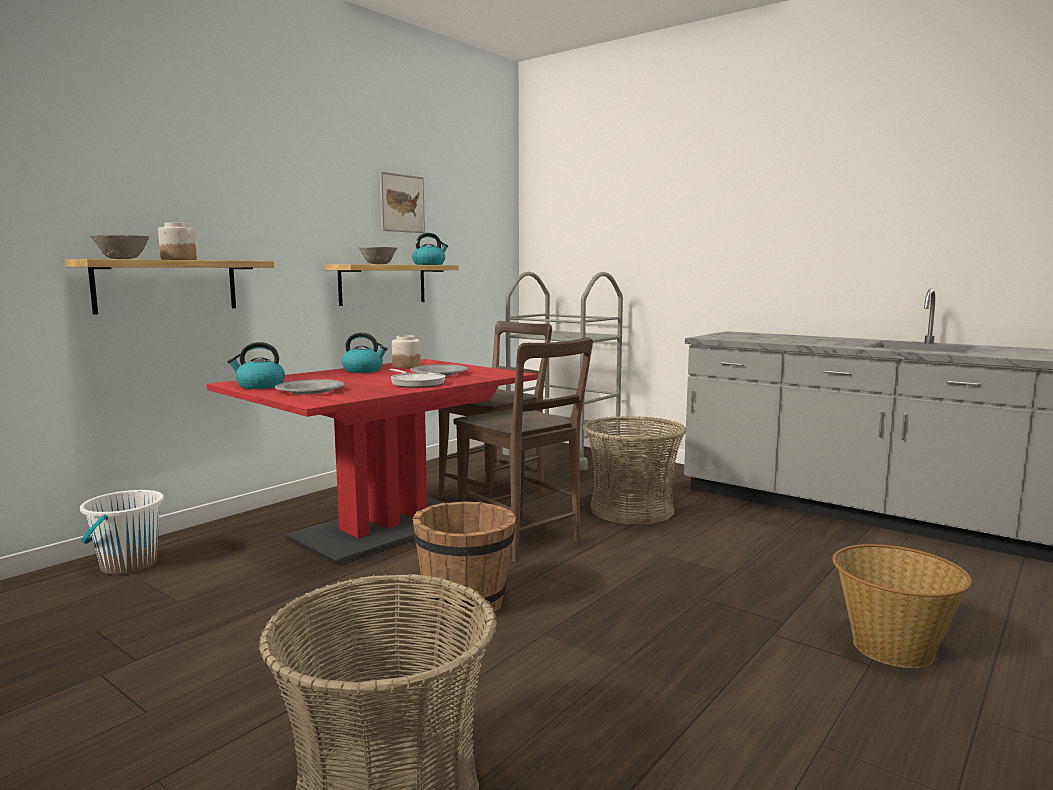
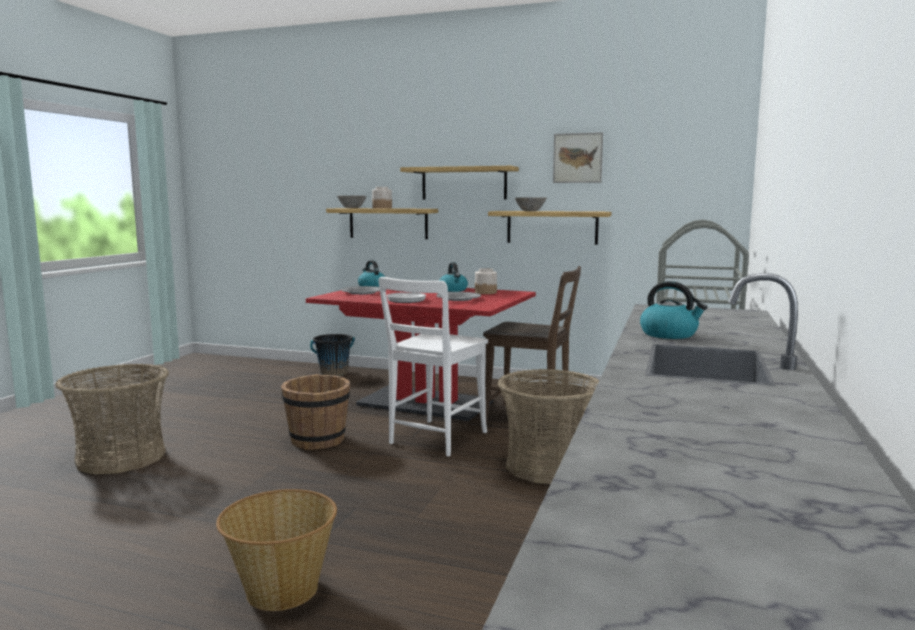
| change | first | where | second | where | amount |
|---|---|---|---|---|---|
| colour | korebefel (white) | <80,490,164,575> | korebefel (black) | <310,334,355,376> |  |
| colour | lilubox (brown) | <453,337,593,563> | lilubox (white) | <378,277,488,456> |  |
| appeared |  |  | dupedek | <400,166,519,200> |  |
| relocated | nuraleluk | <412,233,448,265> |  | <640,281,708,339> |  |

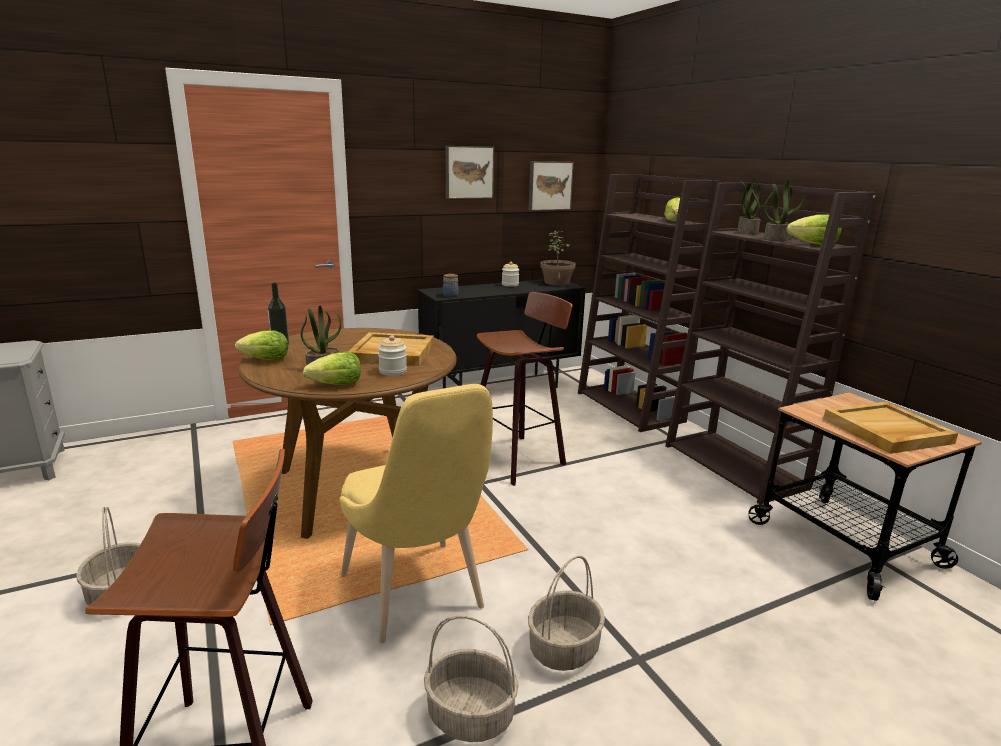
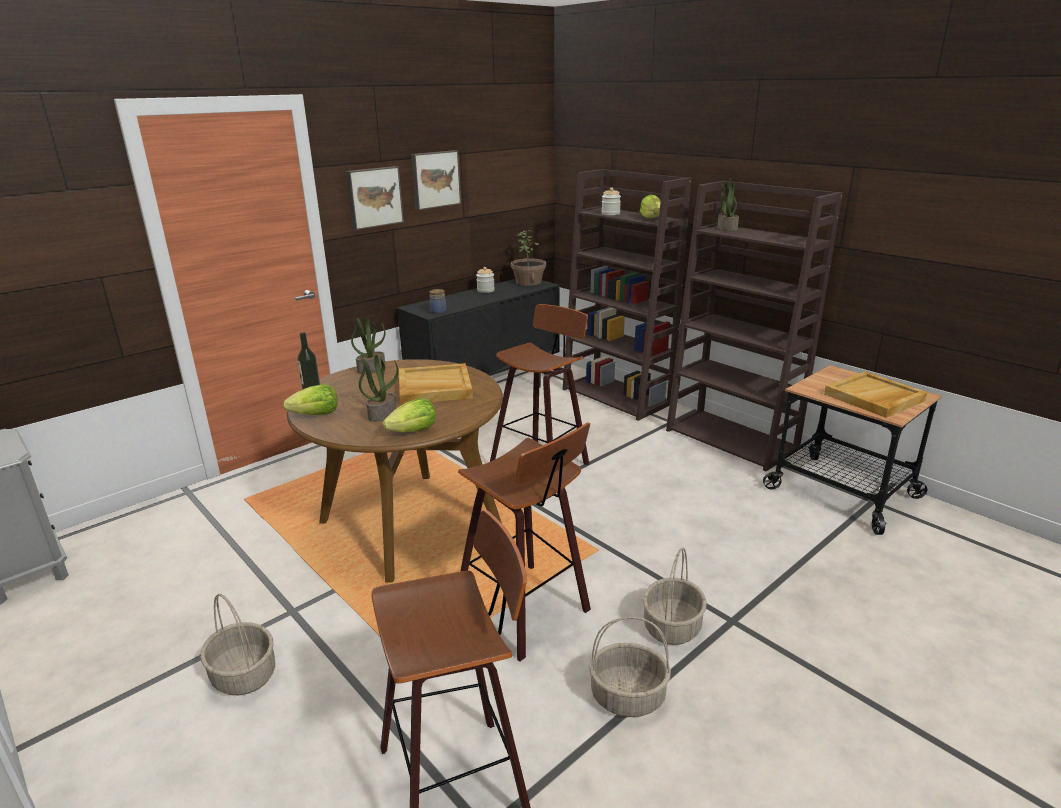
| change | first | where | second | where | amount |
|---|---|---|---|---|---|
| relocated | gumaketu | <529,161,574,211> |  | <346,166,404,230> |  |
| relocated | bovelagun | <764,180,805,241> |  | <351,317,386,374> |  |
| exchanged | lilubox (yellow) | <340,384,493,643> | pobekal | <458,422,591,662> |  |
| relocated | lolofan | <378,335,407,376> |  | <601,187,621,215> |  |
| missing | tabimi | <786,214,842,245> |  |  |  |

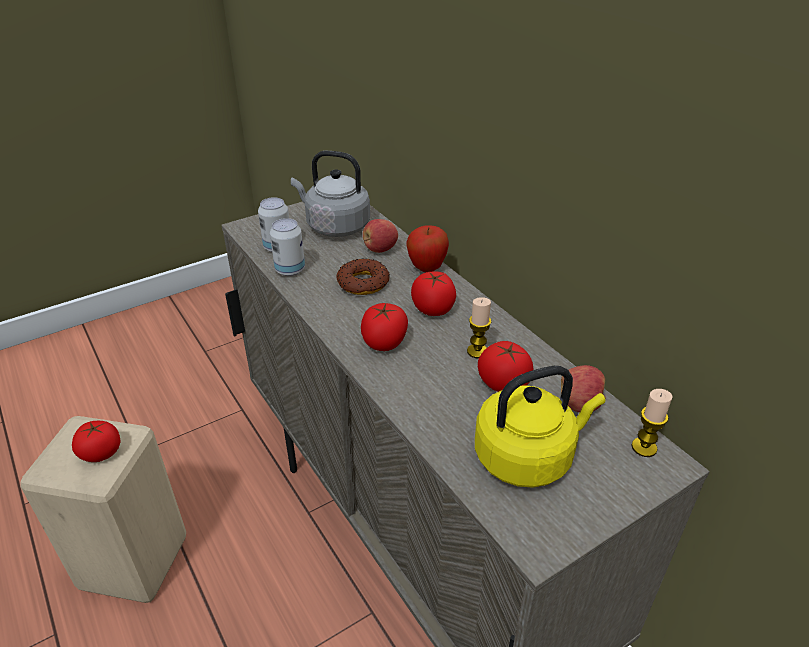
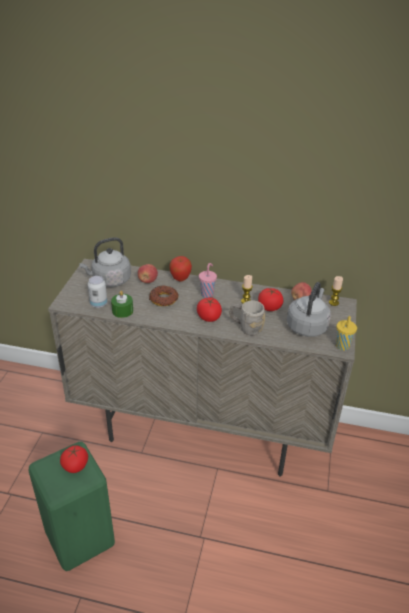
| change | first | where | second | where | amount |
|---|---|---|---|---|---|
| colour | pobekal (beige) | <20,416,186,603> | pobekal (green) | <29,441,115,571> |  |
| exchanged | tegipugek | <270,218,305,276> | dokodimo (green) | <111,291,133,318> |  |
| exchanged | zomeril | <411,271,456,316> | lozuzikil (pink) | <199,263,217,298> |  |
| appeared |  |  | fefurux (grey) | <229,300,265,335> |  |
| colour | nuraleluk (yellow) | <475,366,605,488> | nuraleluk (grey) | <287,282,331,337> |  |
| appeared |  |  | lozuzikil (yellow) | <336,316,357,351> |  |

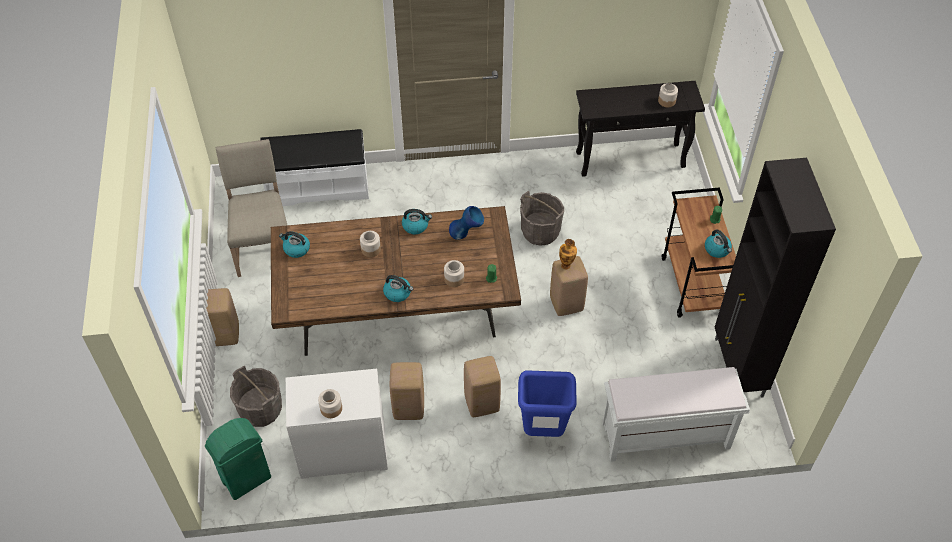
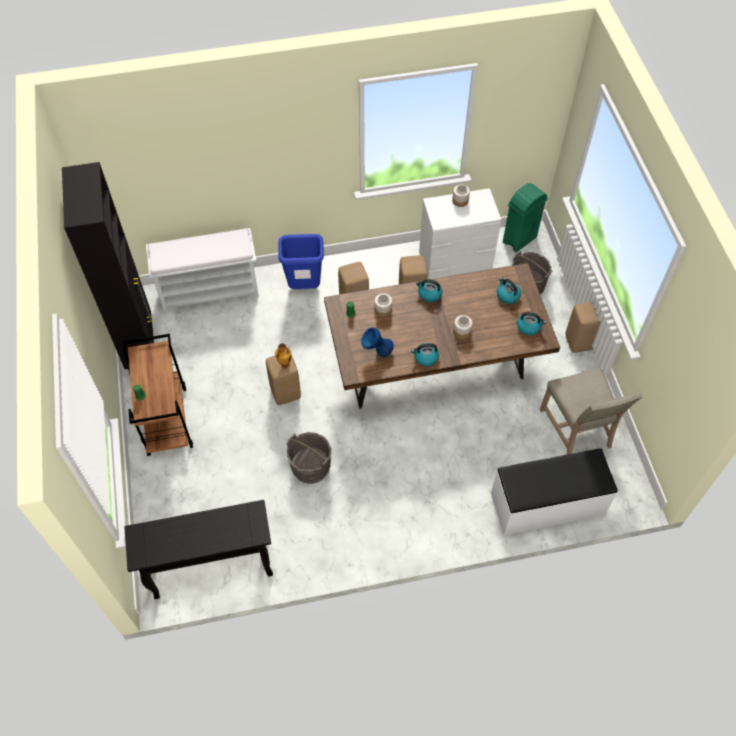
| change | first | where | second | where | amount |
|---|---|---|---|---|---|
| relocated | nuraleluk | <705,229,732,258> |  | <497,278,521,304> |  |
| missing | lolofan | <658,83,678,107> |  |  |  |

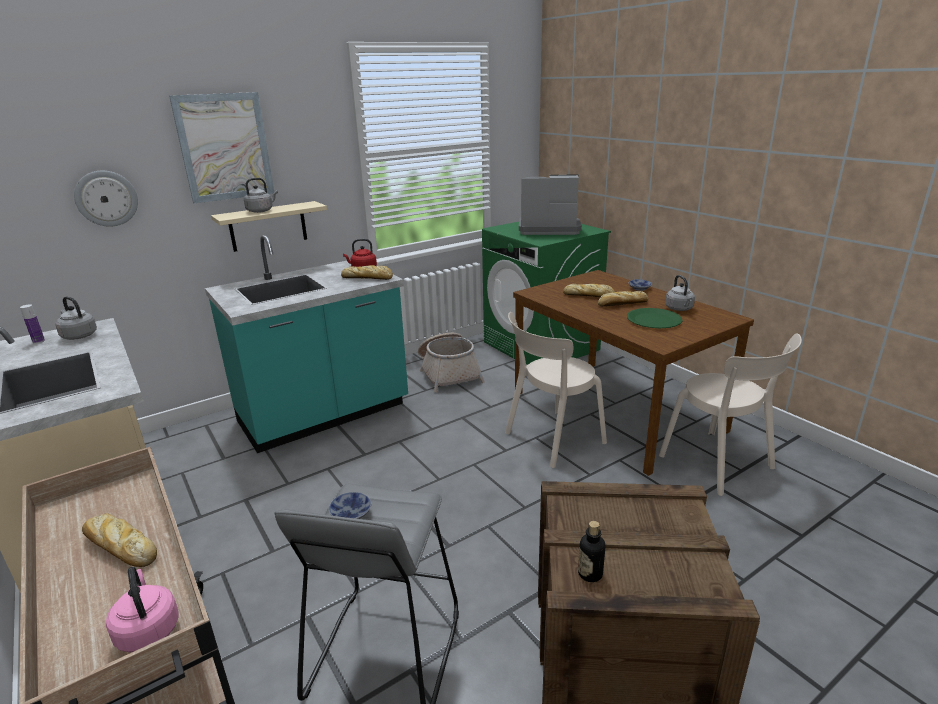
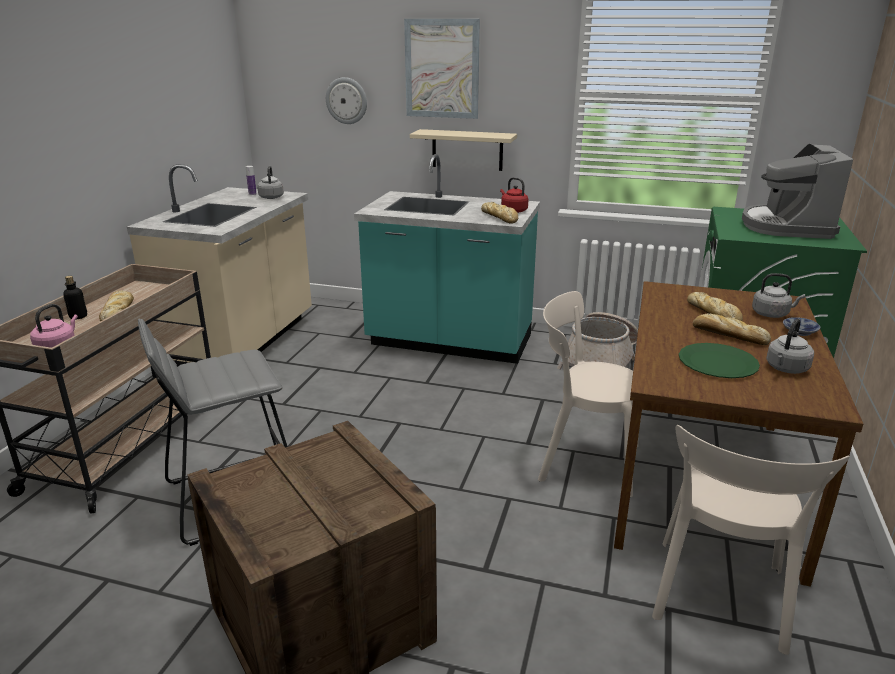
| change | first | where | second | where | amount |
|---|---|---|---|---|---|
| relocated | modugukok | <578,521,605,582> |  | <63,276,87,319> |  |
| spun | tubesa | <519,174,582,235> |  | <742,143,853,239> | 135 degrees counterclockwise |
| relocated | nuraleluk (grey) | <244,178,278,213> |  | <752,273,805,318> |  |
| missing | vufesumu | <329,492,371,519> |  |  |  |

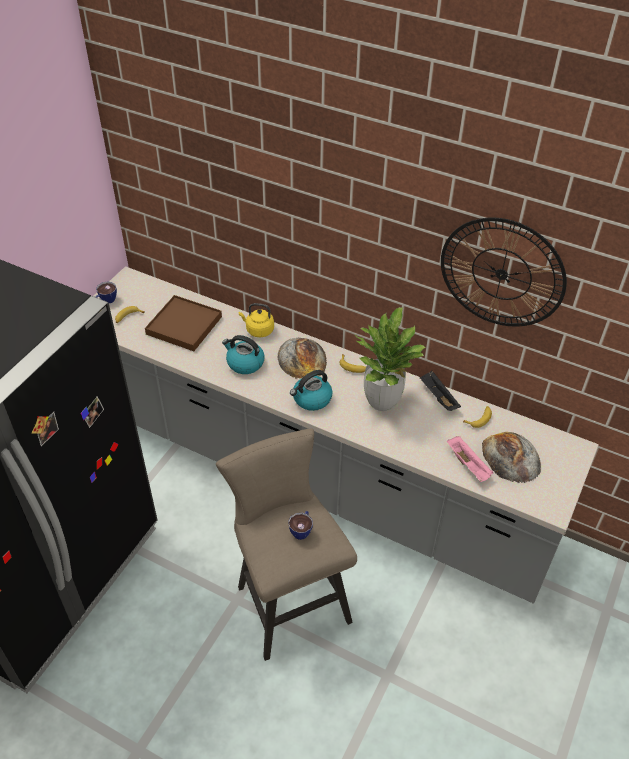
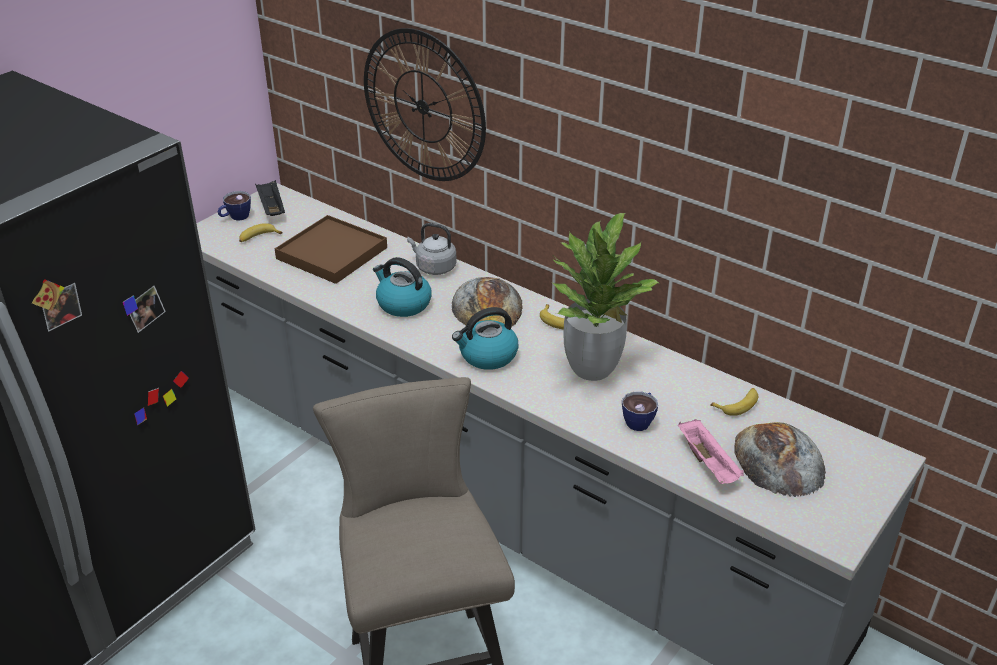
| change | first | where | second | where | amount |
|---|---|---|---|---|---|
| relocated | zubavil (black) | <420,371,461,411> |  | <255,180,285,216> |  |
| relocated | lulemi | <441,217,567,326> |  | <364,28,486,181> |  |
| colour | nuraleluk (yellow) | <239,303,274,337> | nuraleluk (grey) | <407,223,457,275> |  |
| relocated | lozuzikil | <288,511,313,540> |  | <622,392,658,431> |  |

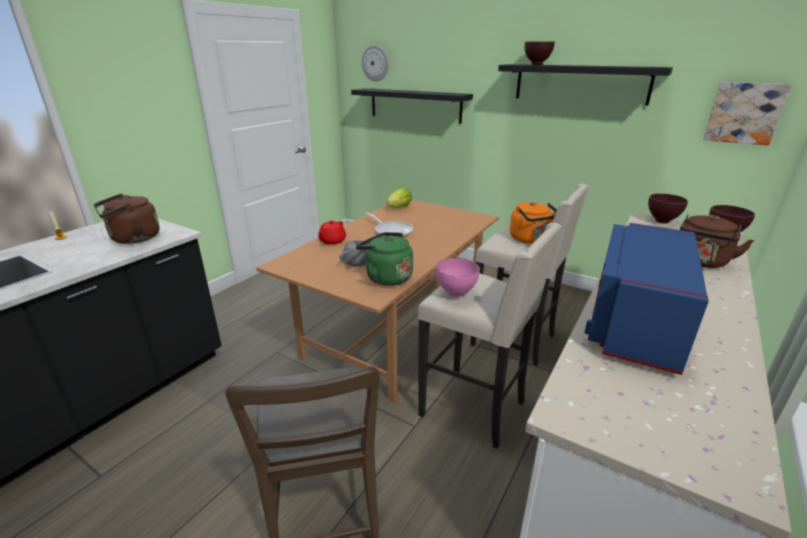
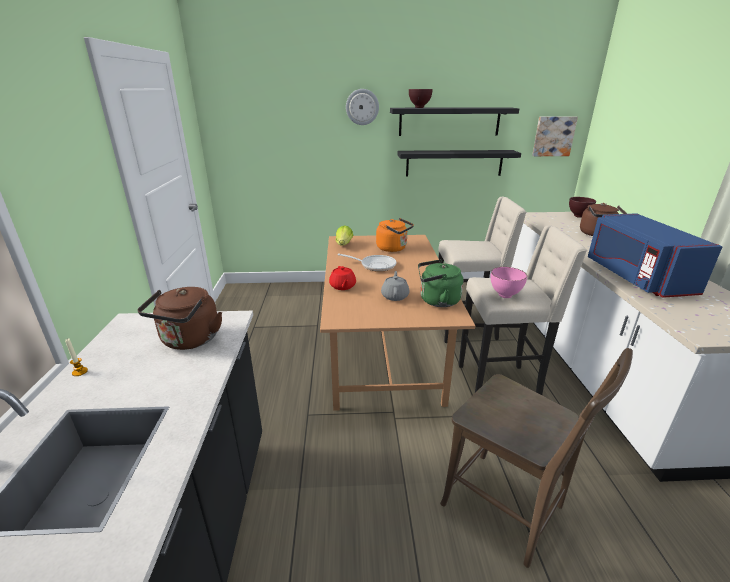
| change | first | where | second | where | amount |
|---|---|---|---|---|---|
| relocated | lulemi | <362,45,389,81> |  | <346,89,379,125> |  |
| relocated | nuraleluk (orange) | <510,202,557,244> |  | <376,218,414,252> |  |
| relocated | dupedek (black) | <351,88,473,124> |  | <398,150,521,177> |  |
| missing | vufesumu (brown) | <648,193,688,224> |  |  |  |

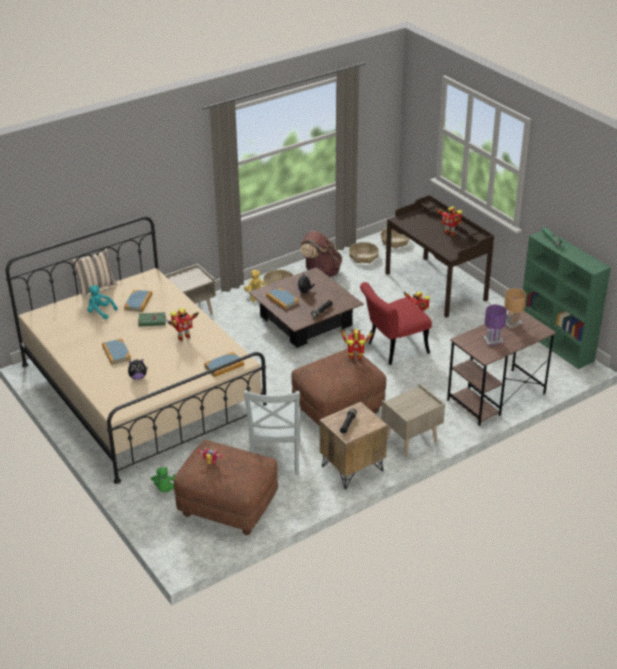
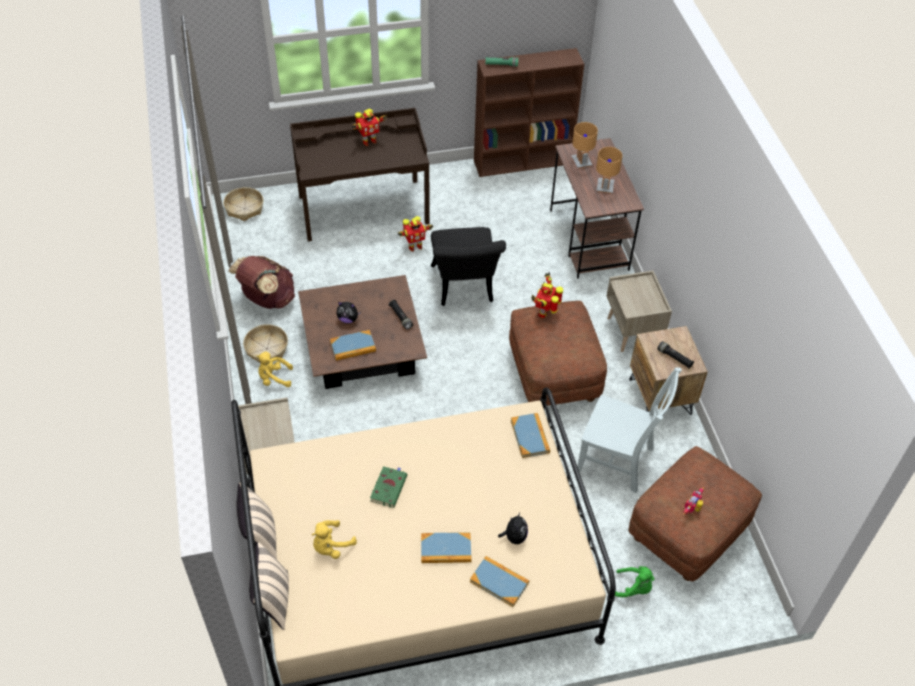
| change | first | where | second | where | amount |
|---|---|---|---|---|---|
| appeared |  |  | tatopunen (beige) | <249,542,289,630> |  |
| colour | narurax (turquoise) | <87,285,118,319> | narurax (yellow) | <312,520,357,559> |  |
| colour | lilubox (red) | <360,282,432,365> | lilubox (black) | <431,227,506,306> |  |
| relocated | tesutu | <124,290,152,312> |  | <470,556,529,607> |  |
| colour | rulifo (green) | <523,231,611,369> | rulifo (brown) | <474,48,584,177> |  |
| colour | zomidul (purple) | <483,305,507,345> | zomidul (brown) | <596,147,622,193> |  |
| missing | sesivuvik | <168,308,199,341> |  |  |  |
| missing | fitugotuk | <349,242,379,264> |  |  |  |

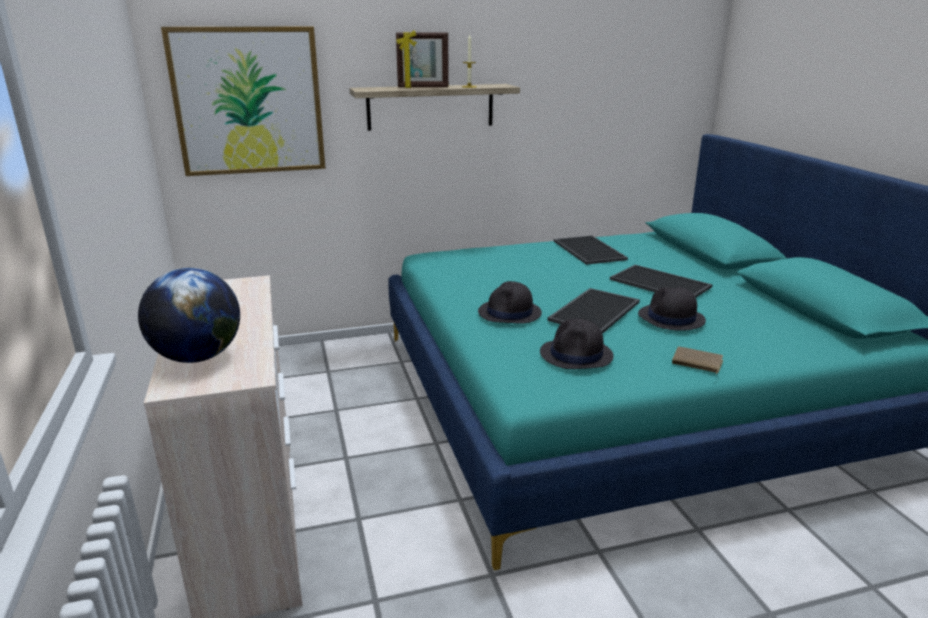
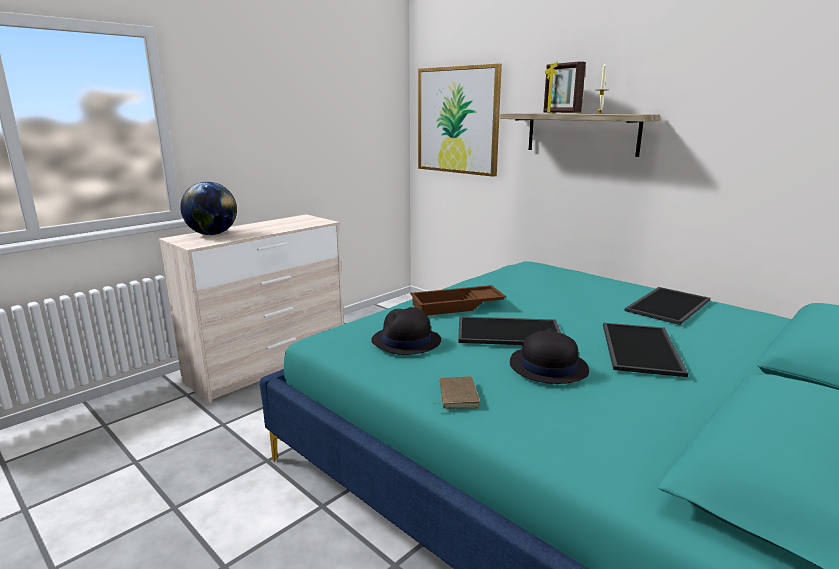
| change | first | where | second | where | amount |
|---|---|---|---|---|---|
| exchanged | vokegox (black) | <478,281,542,324> | zubavil (brown) | <410,285,506,316> |  |

